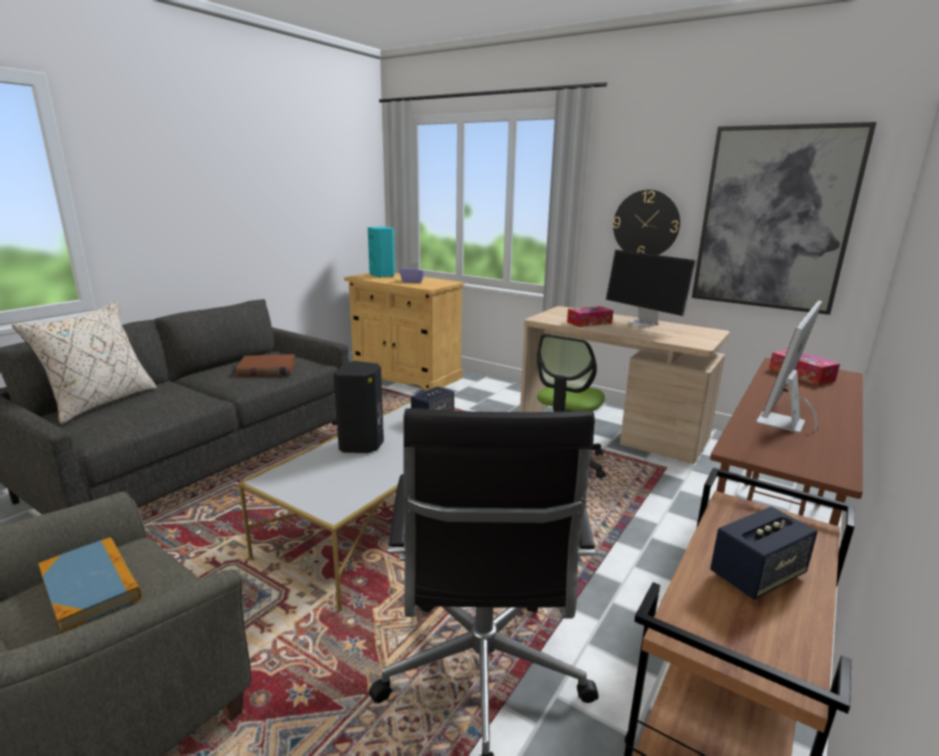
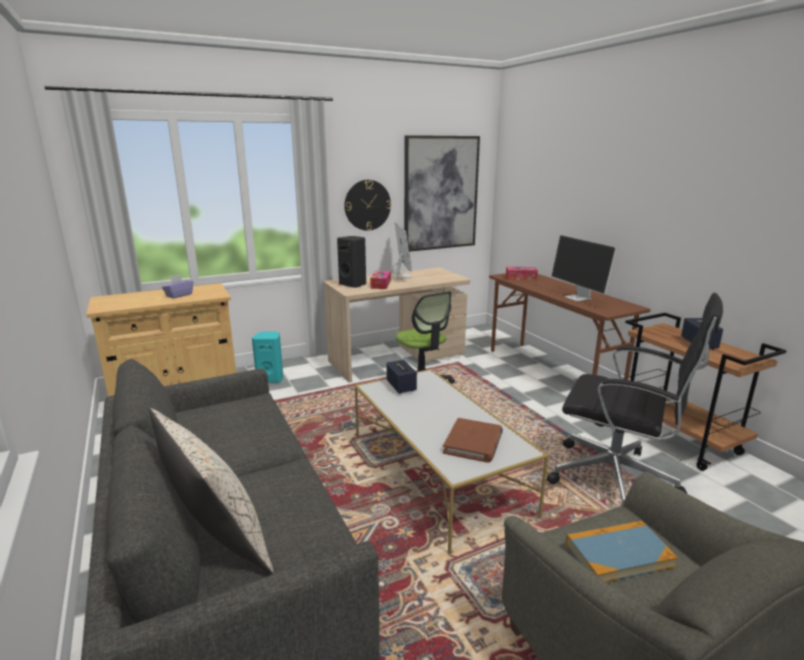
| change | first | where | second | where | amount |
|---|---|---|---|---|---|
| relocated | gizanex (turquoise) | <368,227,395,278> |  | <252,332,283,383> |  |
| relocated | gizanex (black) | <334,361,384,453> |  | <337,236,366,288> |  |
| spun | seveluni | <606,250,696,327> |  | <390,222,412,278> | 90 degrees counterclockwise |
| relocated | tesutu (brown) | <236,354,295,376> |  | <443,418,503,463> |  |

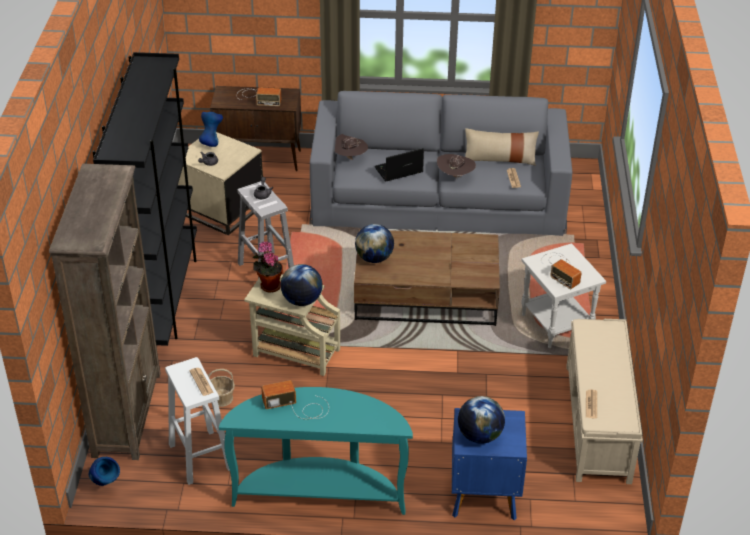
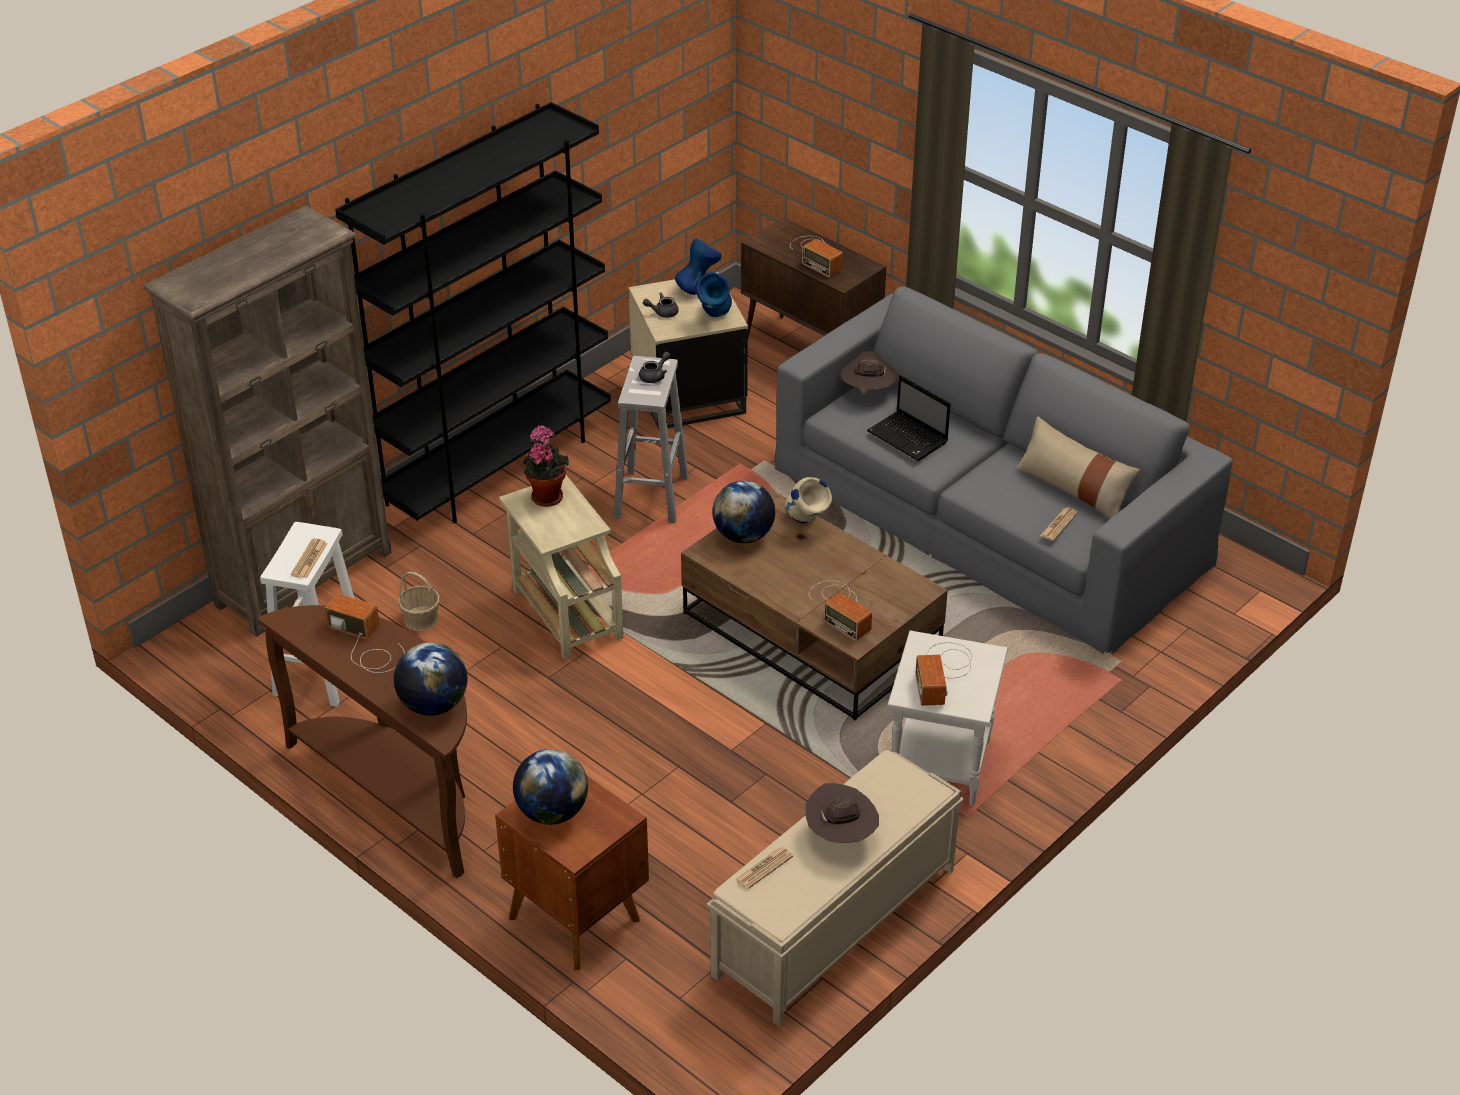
| change | first | where | second | where | amount |
|---|---|---|---|---|---|
| colour | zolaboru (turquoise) | <219,387,413,515> | zolaboru (brown) | <257,605,467,878> |  |
| relocated | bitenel | <281,264,323,306> |  | <394,642,467,716> |  |
| colour | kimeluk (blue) | <452,408,527,520> | kimeluk (brown) | <495,776,649,970> |  |
| relocated | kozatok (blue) | <89,457,120,486> |  | <695,272,732,317> |  |
| appeared |  |  | kozatok (beige) | <785,477,832,523> |  |
| relocated | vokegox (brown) | <437,154,476,180> |  | <806,783,879,843> |  |
| appeared |  |  | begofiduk | <809,580,872,641> |  |
| spun | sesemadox | <375,148,424,182> |  | <867,375,951,461> | 150 degrees counterclockwise |

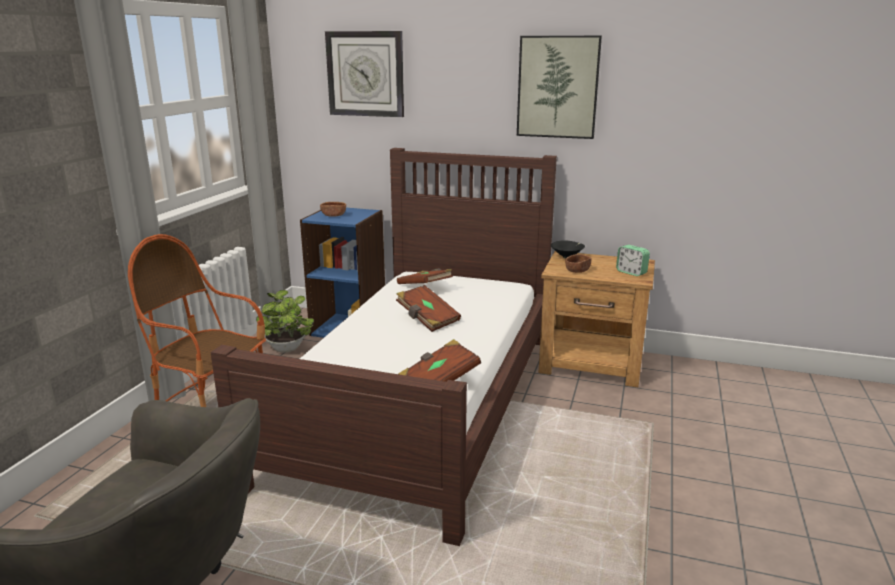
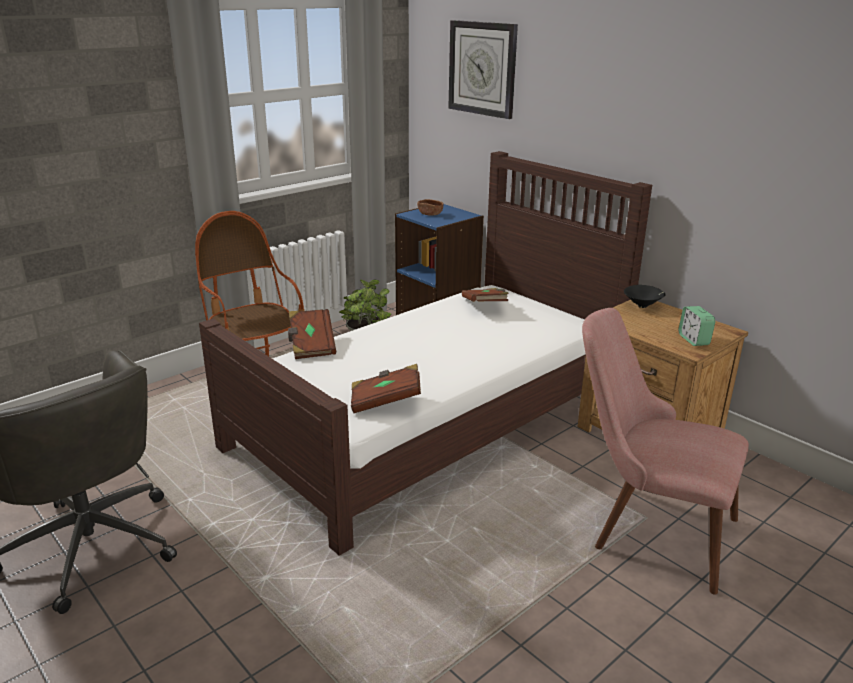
| change | first | where | second | where | amount |
|---|---|---|---|---|---|
| relocated | tesutu (brown) | <396,285,461,332> |  | <288,309,336,359> |  |
| appeared |  |  | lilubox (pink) | <582,308,749,595> |  |
| missing | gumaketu | <517,36,602,139> |  |  |  |
| missing | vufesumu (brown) | <565,254,592,273> |  |  |  |

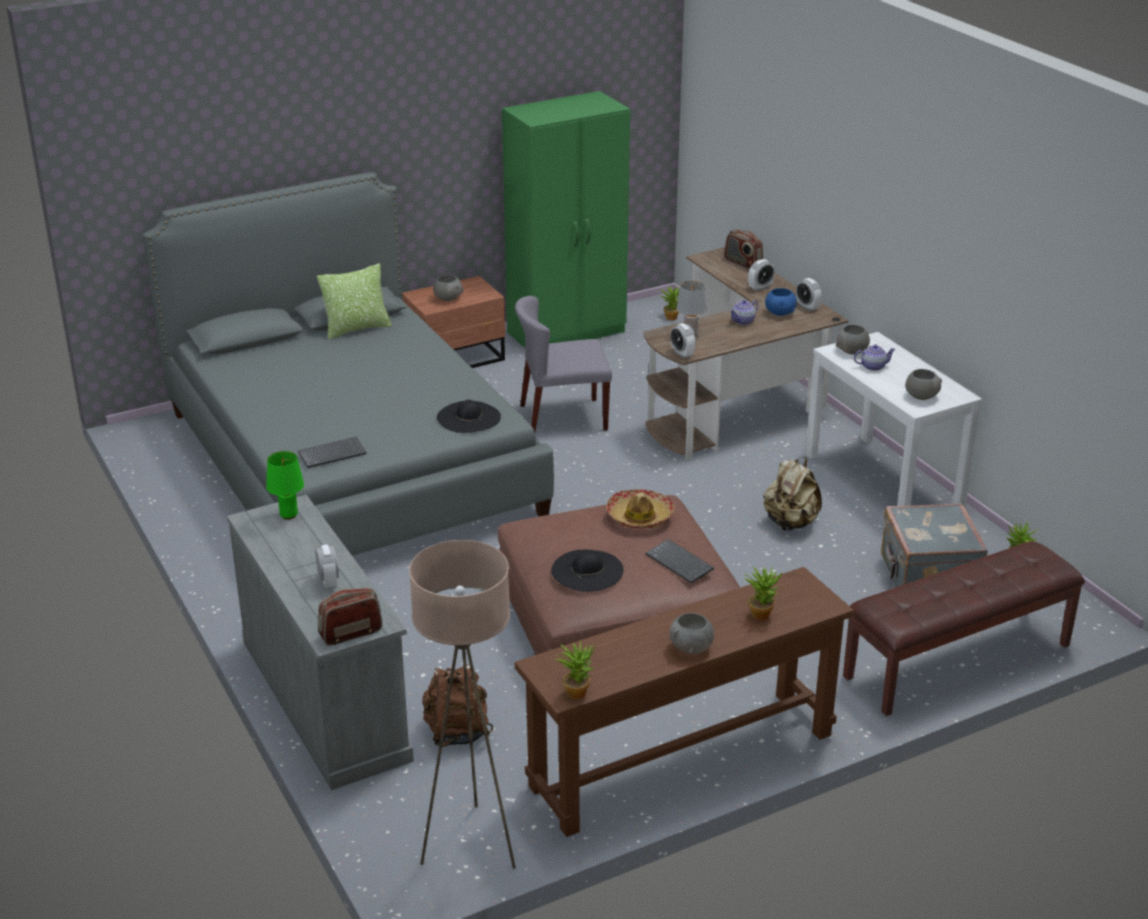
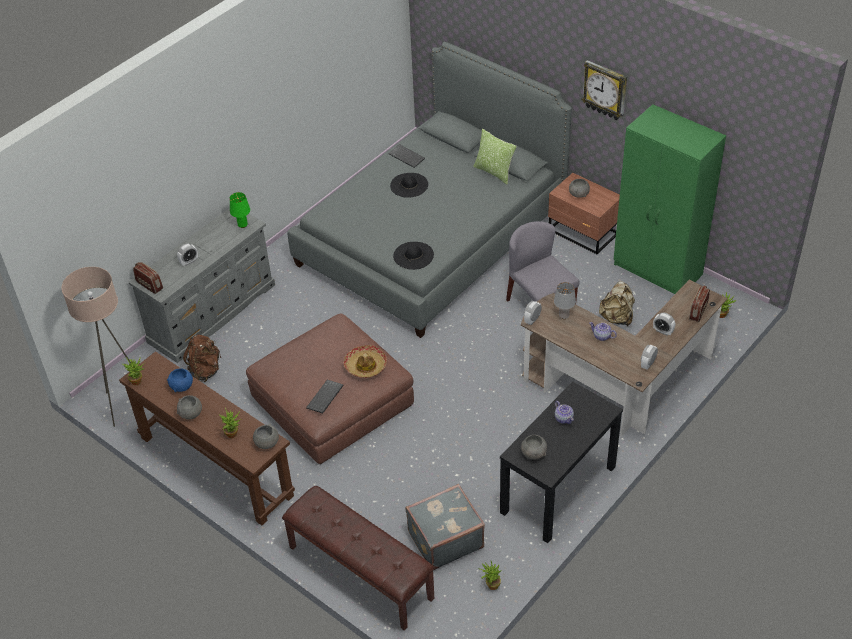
| change | first | where | second | where | amount |
|---|---|---|---|---|---|
| relocated | vufesumu (blue) | <765,288,797,316> |  | <167,368,193,392> |  |
| relocated | vufesumu (grey) | <836,325,870,354> |  | <253,424,279,449> |  |
| relocated | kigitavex | <298,437,367,468> |  | <389,144,425,168> |  |
| relocated | vokegox (black) | <551,550,624,592> |  | <390,173,428,198> |  |
| colour | zolaboru (white) | <805,332,982,507> | zolaboru (black) | <500,381,623,543> |  |
| appeared |  |  | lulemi | <582,60,627,120> |  |
| relocated | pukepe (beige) | <764,457,822,531> |  | <599,281,635,326> |  |

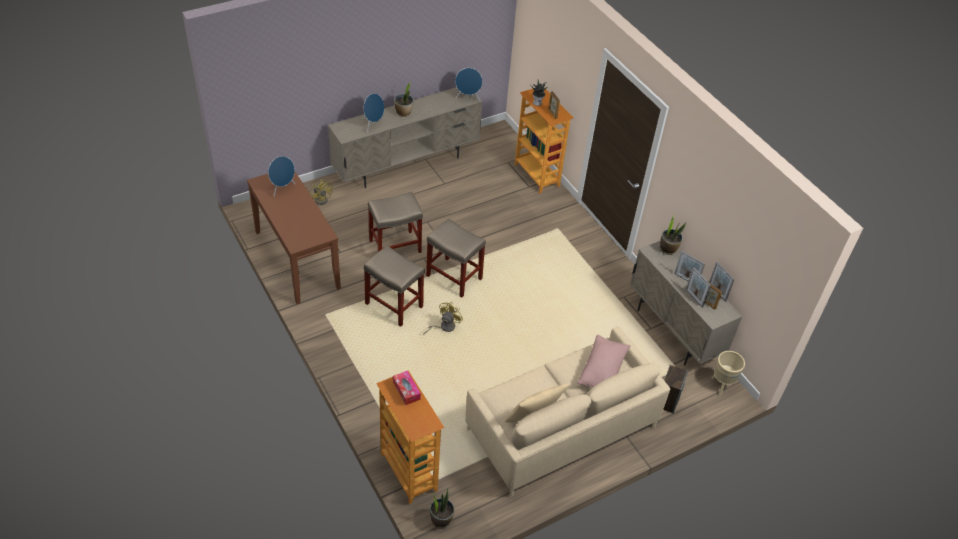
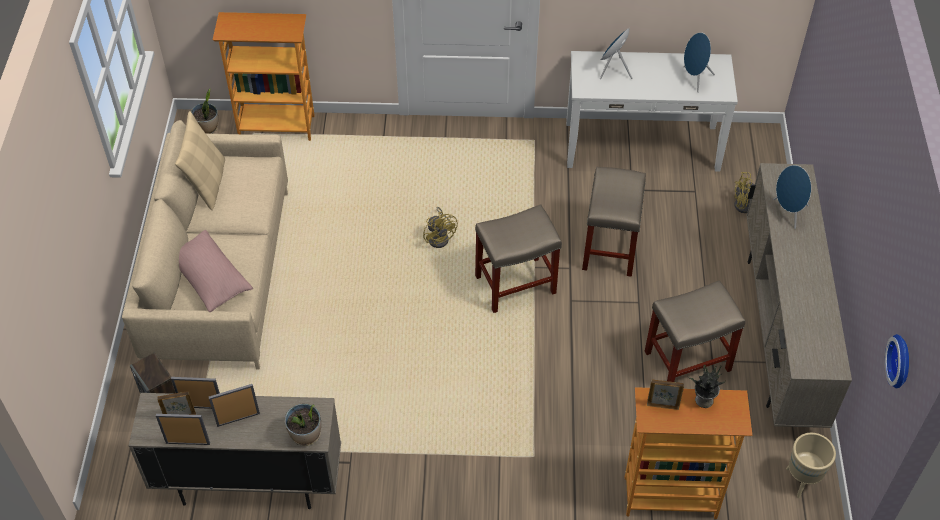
| change | first | where | second | where | amount |
|---|---|---|---|---|---|
| colour | zolaboru (brown) | <247,172,341,304> | zolaboru (white) | <566,51,738,172> |  |
| relocated | gizanex (blue) | <455,68,483,101> |  | <600,28,632,79> |  |
| relocated | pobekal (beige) | <364,245,425,327> |  | <645,280,745,382> |  |
| relocated | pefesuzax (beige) | <712,351,745,395> |  | <786,433,836,498> |  |
| appeared |  |  | lulemi | <885,334,909,388> |  |
| missing | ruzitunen | <393,371,421,405> |  |  |  |
| missing | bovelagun | <394,82,413,117> |  |  |  |

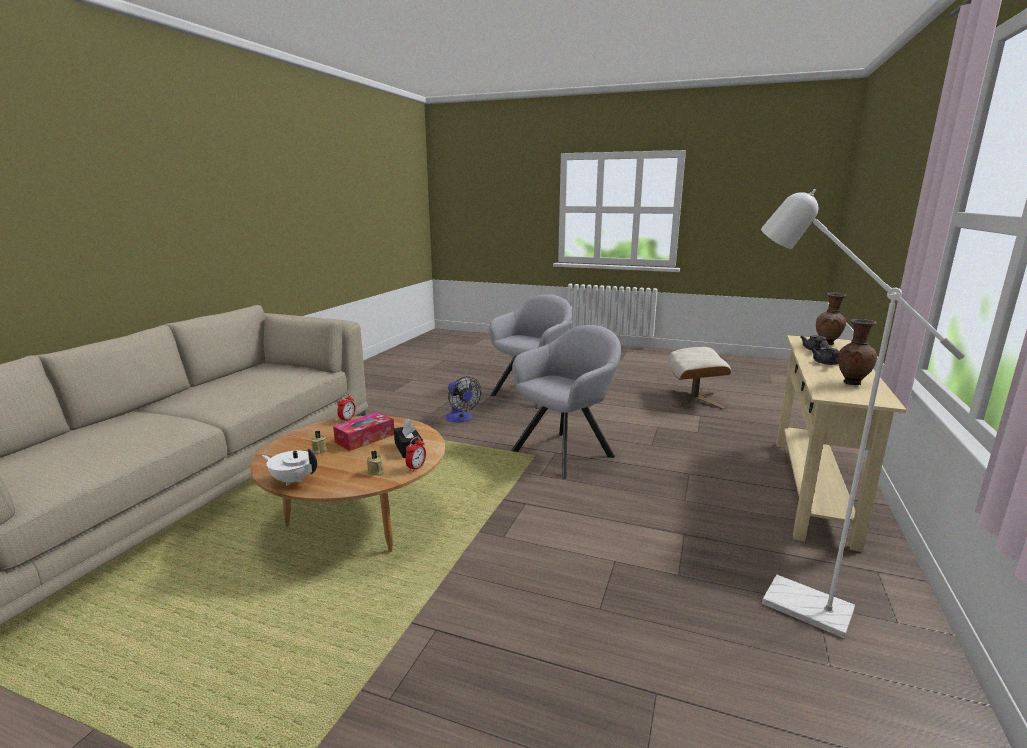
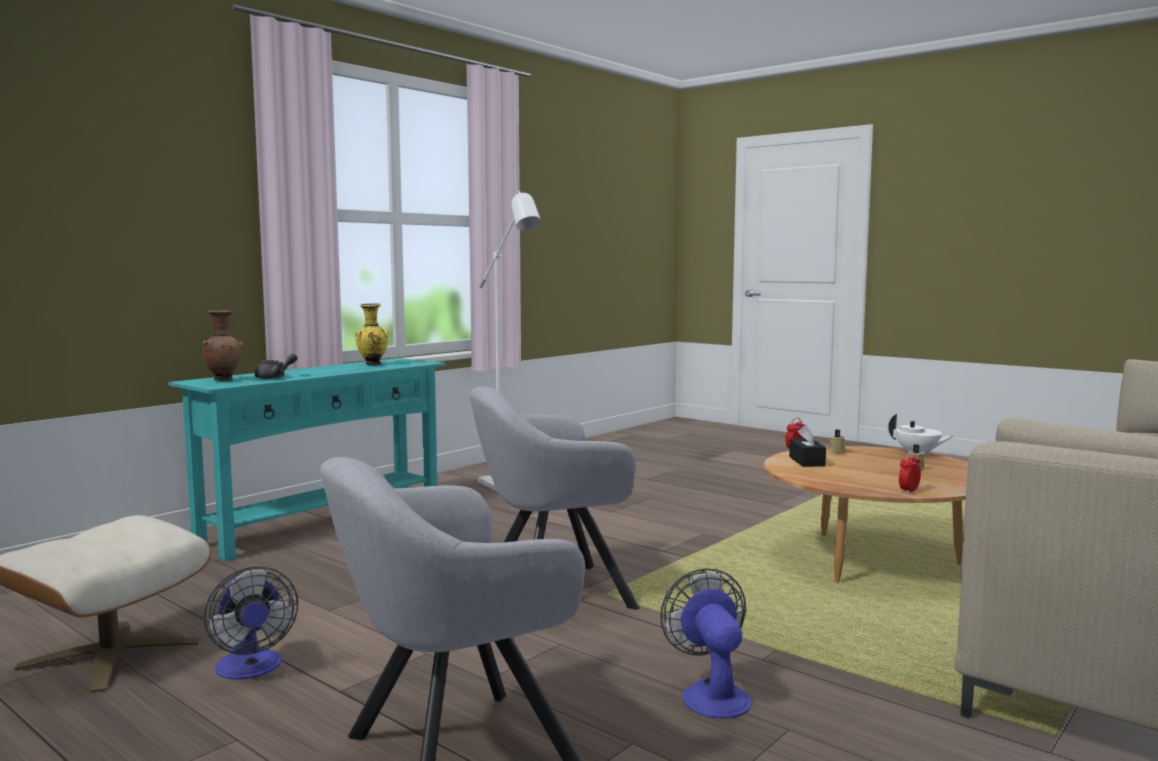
| change | first | where | second | where | amount |
|---|---|---|---|---|---|
| colour | zolaboru (beige) | <776,335,907,552> | zolaboru (turquoise) | <168,358,445,561> |  |
| appeared |  |  | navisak | <204,566,299,680> |  |
| colour | kozatok (brown) | <838,319,877,385> | kozatok (yellow) | <355,303,388,365> |  |
| missing | ruzitunen | <333,412,394,451> |  |  |  |
| missing | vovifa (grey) | <811,347,839,365> |  |  |  |

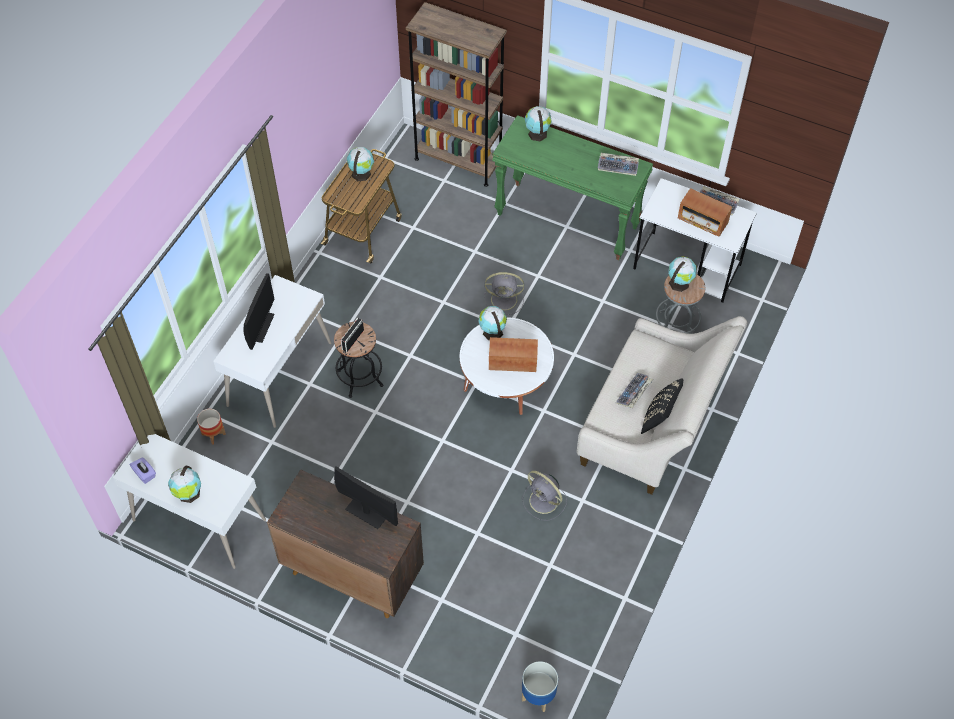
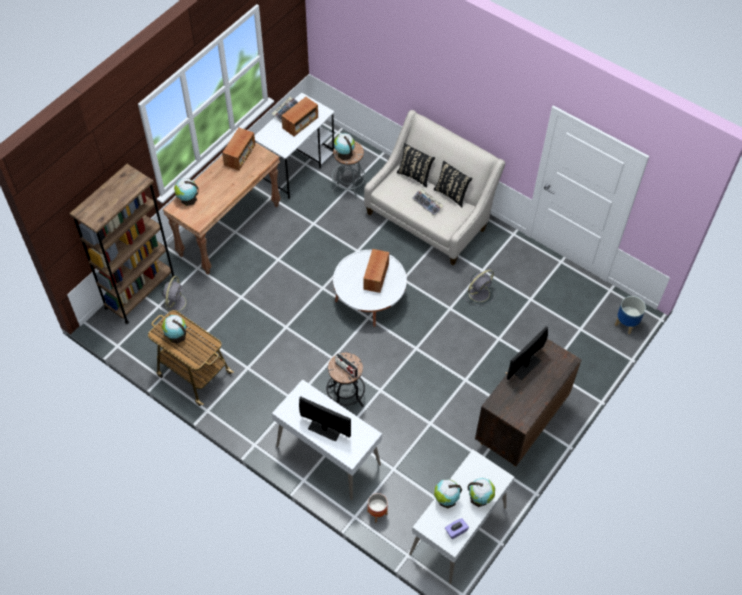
| change | first | where | second | where | amount |
|---|---|---|---|---|---|
| relocated | navisak (grey) | <484,272,524,315> |  | <161,276,191,315> |  |
| colour | zolaboru (green) | <492,115,653,260> | zolaboru (brown) | <163,142,281,275> |  |
| exchanged | kigitavex | <598,153,639,176> | begofiduk | <222,128,255,170> |  |
| appeared |  |  | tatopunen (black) | <397,143,435,188> |  |
| relocated | bitenel | <478,306,507,340> |  | <434,479,462,509> |  |

